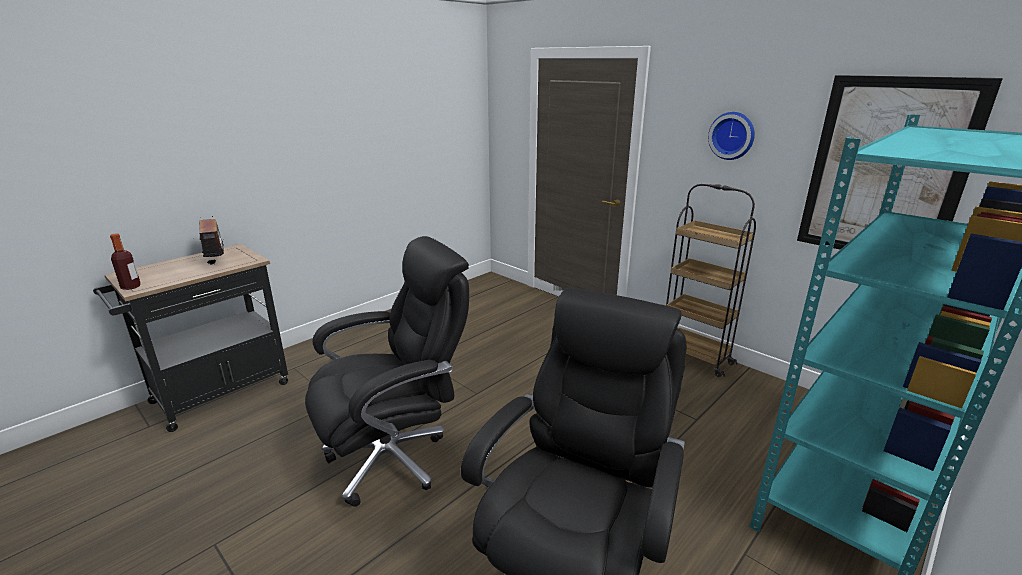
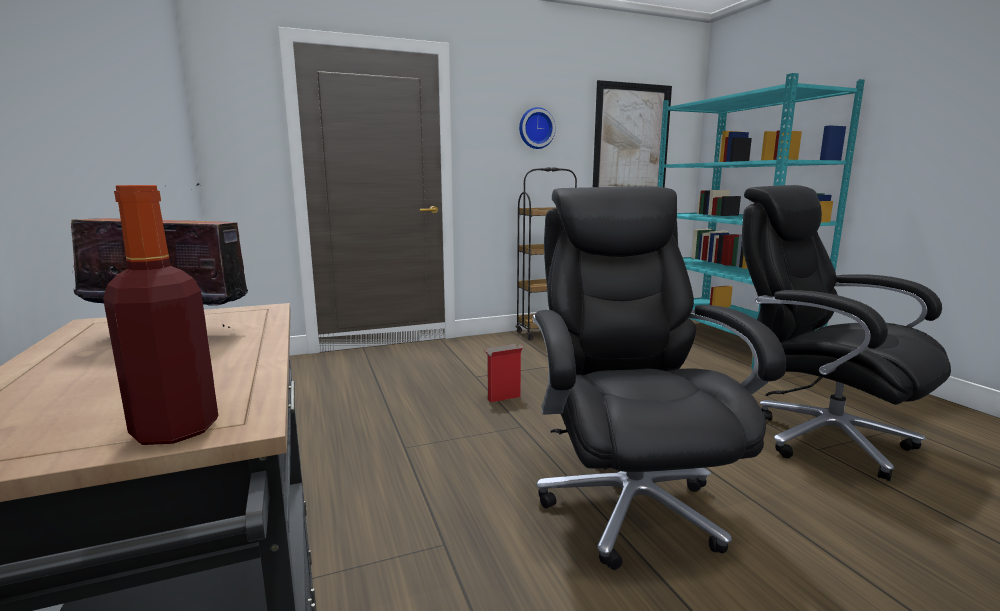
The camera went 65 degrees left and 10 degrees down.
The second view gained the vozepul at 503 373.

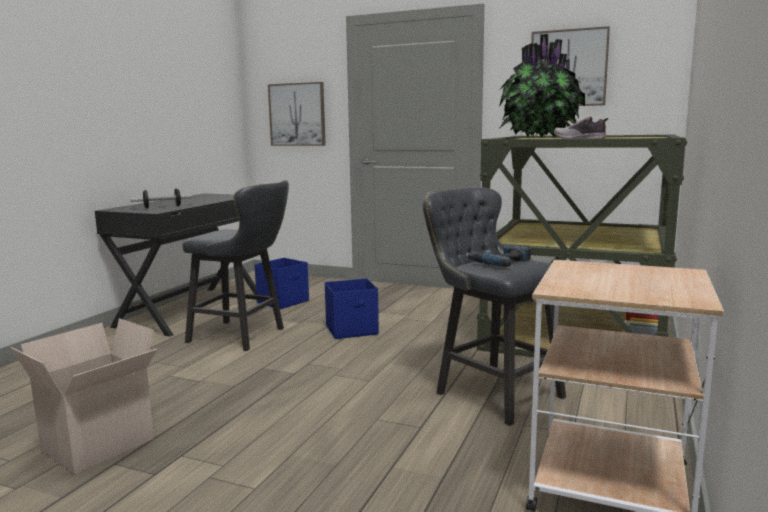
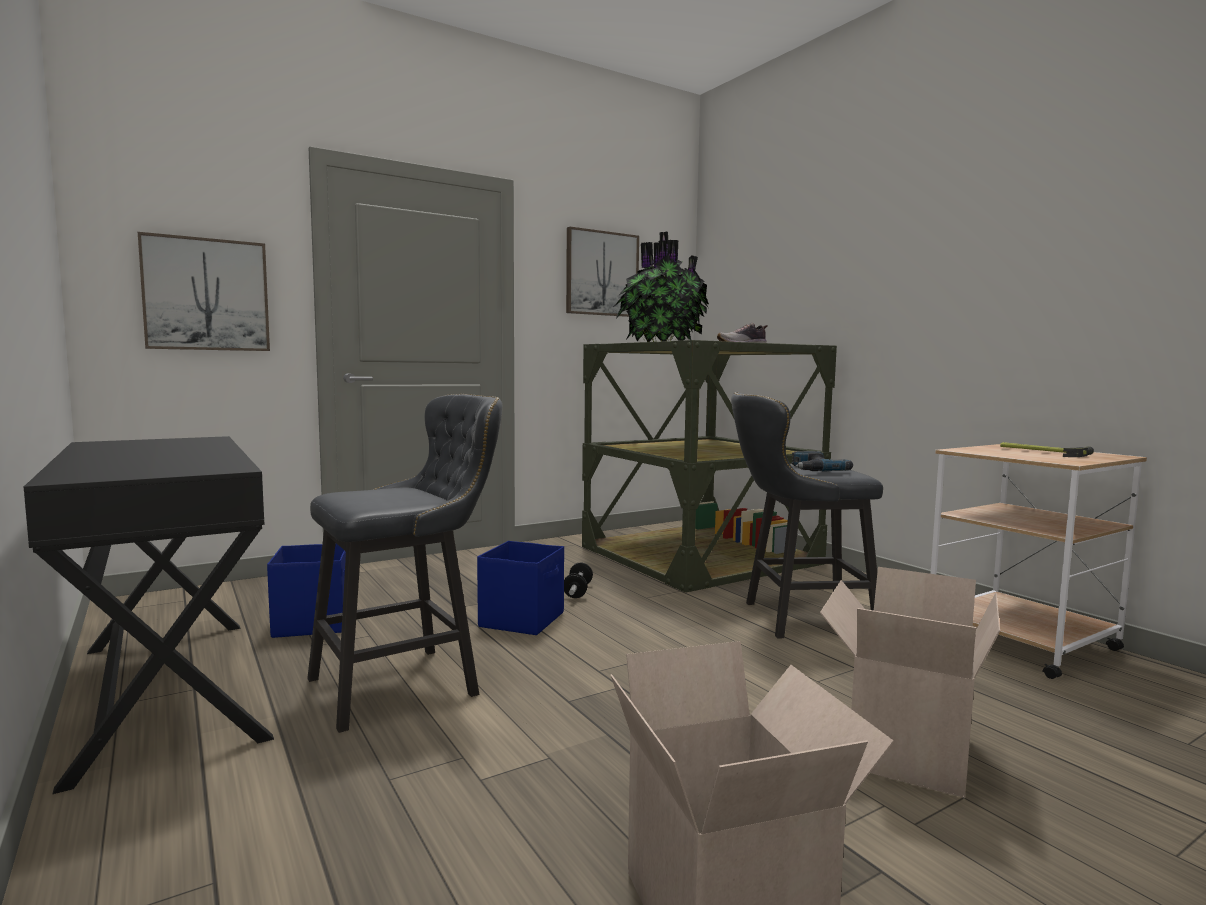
The camera went 55 degrees left and 5 degrees down.
The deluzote ended up elsewhere, having gone from 161 198 to 578 580.
The second view gained the vozepul at 910 682.
The second view gained the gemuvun at 1047 449.

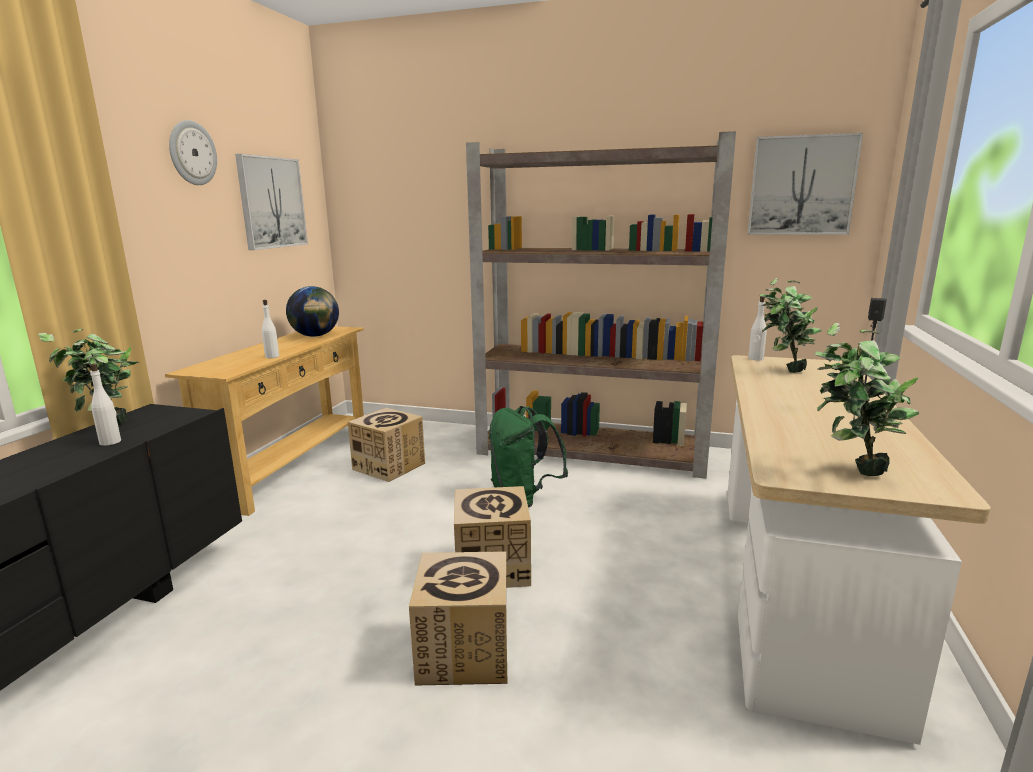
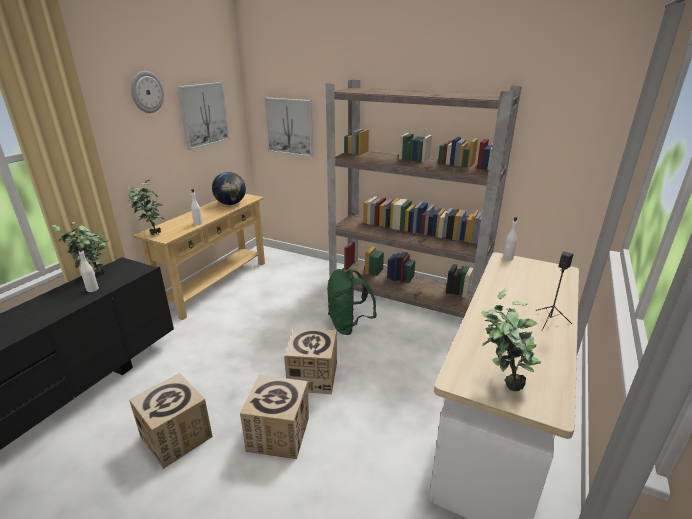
The camera went 10 degrees right and 10 degrees up.
The vozepul ended up elsewhere, having gone from 386 445 to 171 421.
The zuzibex ended up elsewhere, having gone from 805 184 to 289 127.
The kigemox ended up elsewhere, having gone from 790 325 to 146 207.

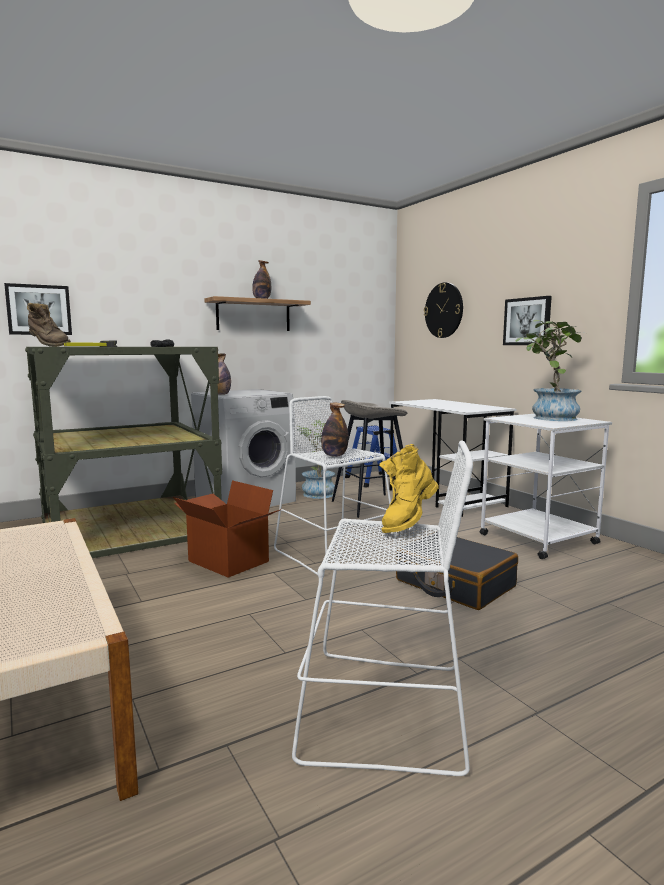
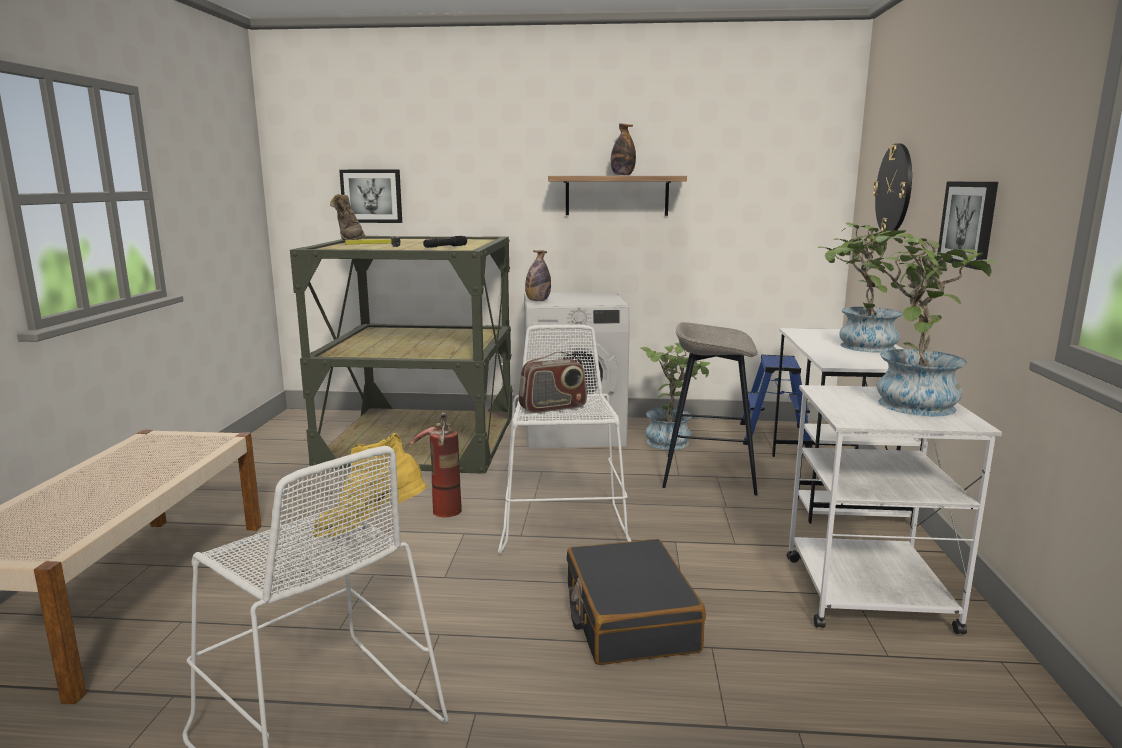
The camera went 35 degrees right and 5 degrees up.
Where the vozepul stood at 227 529, the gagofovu came to stand at 435 465.
Where the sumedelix stood at 334 430, the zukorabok came to stand at 553 382.
The second view gained the kigemox at 861 287.

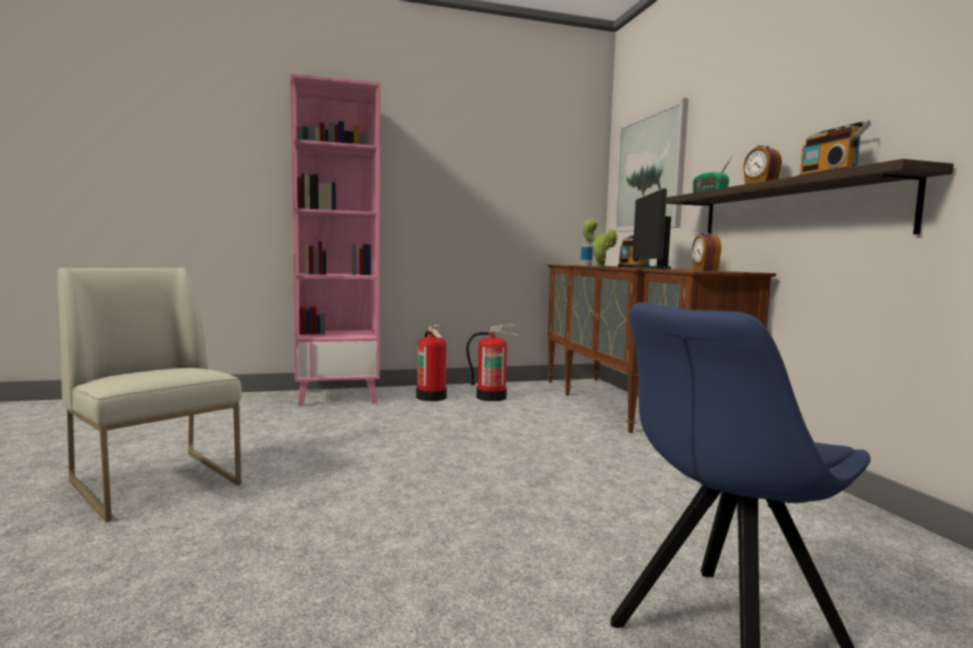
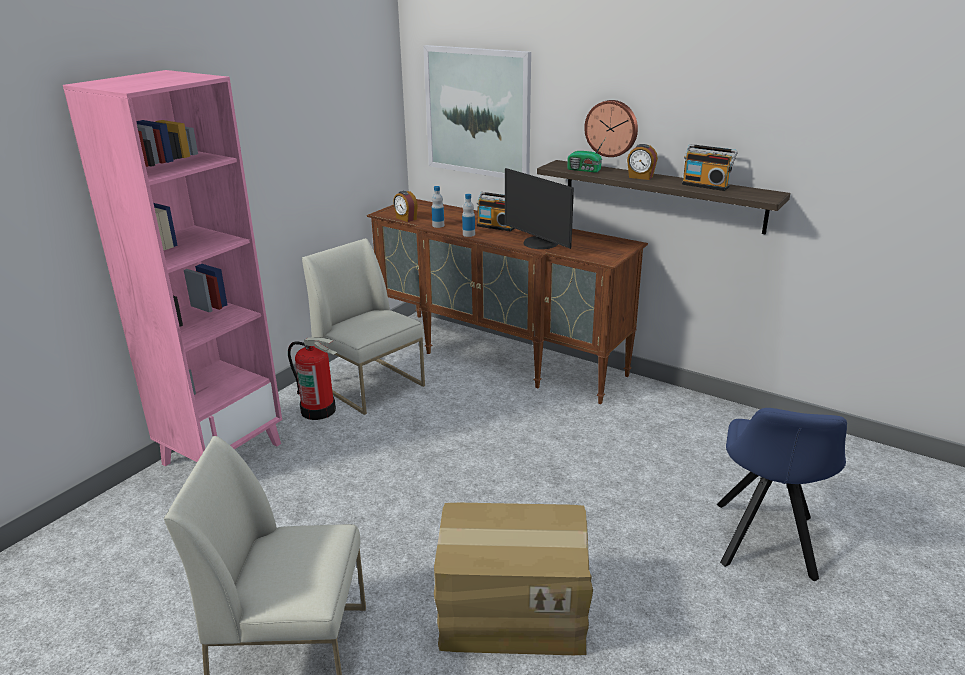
The camera went 40 degrees left and 20 degrees up.
Where the gagofovu stood at 492 362, the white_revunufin came to stand at 363 326.
Where the kigemox stood at 599 242, the sumedelix came to stand at 468 215.
The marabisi ended up elsewhere, having gone from 706 252 to 405 206.
The second view gained the vozepul at 513 579.
The second view gained the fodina at 611 128.

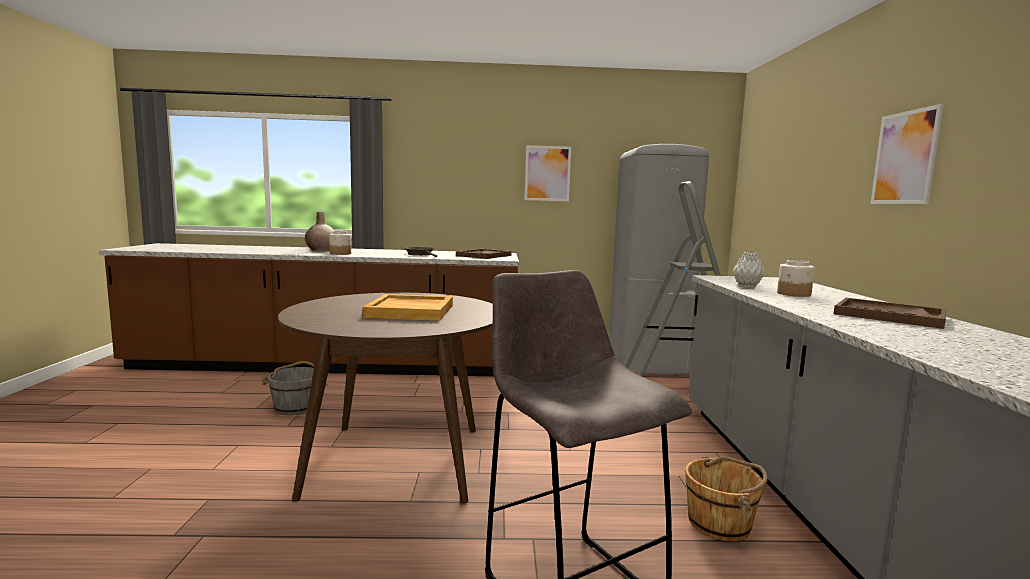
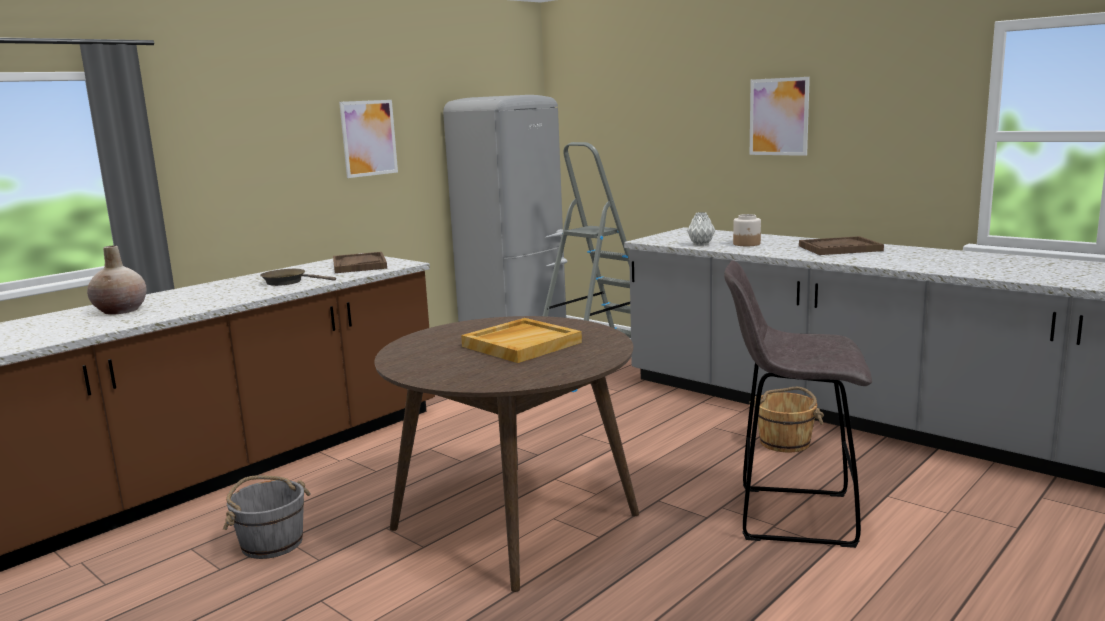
The camera went 45 degrees left and 5 degrees up.
The second view lost the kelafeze at 340 243.

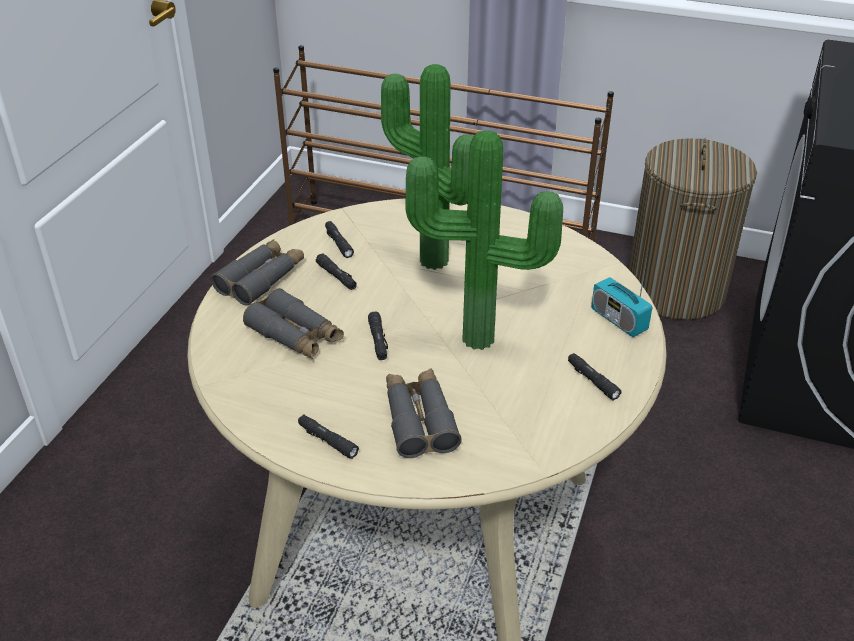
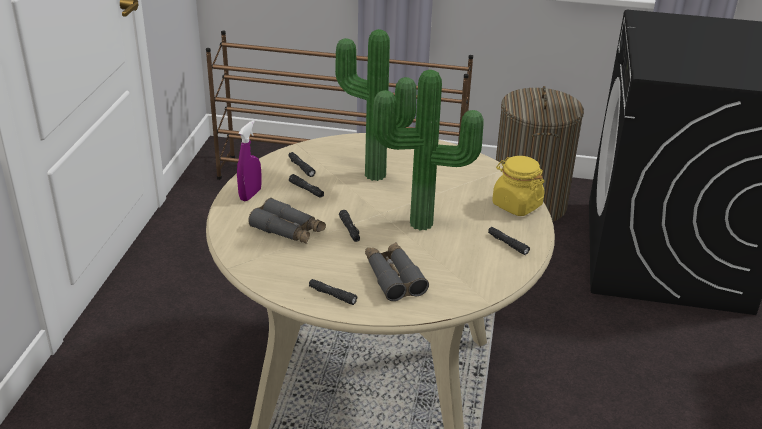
The camera went 10 degrees left and 5 degrees down.
Where the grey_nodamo stood at 257 272, the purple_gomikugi came to stand at 249 160.
Where the zukorabok stood at 621 292, the yellow_kelafeze came to stand at 518 186.

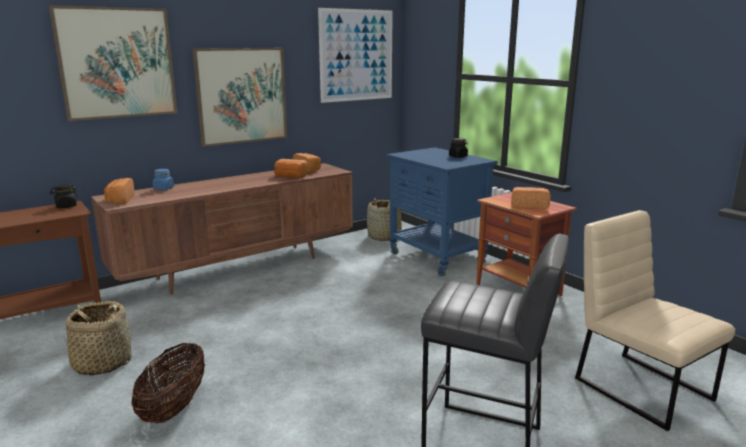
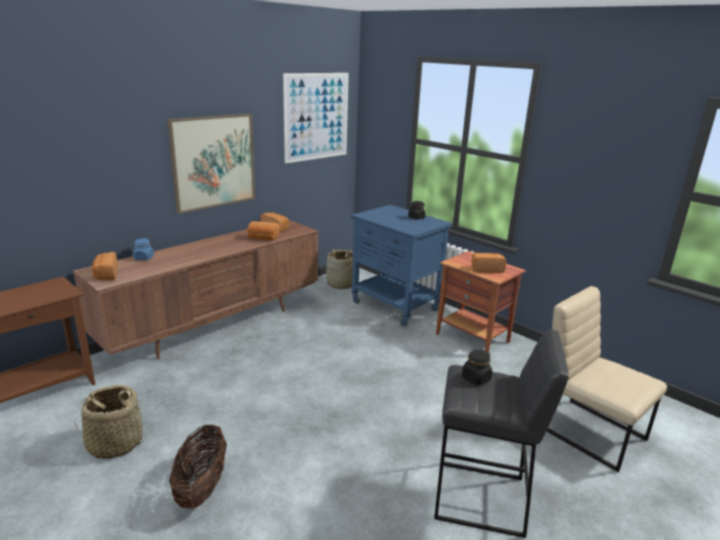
The camera went 10 degrees left and 5 degrees up.
The second view lost the zuzibex at 113 63.
The black_kelafeze ended up elsewhere, having gone from 64 196 to 477 368.

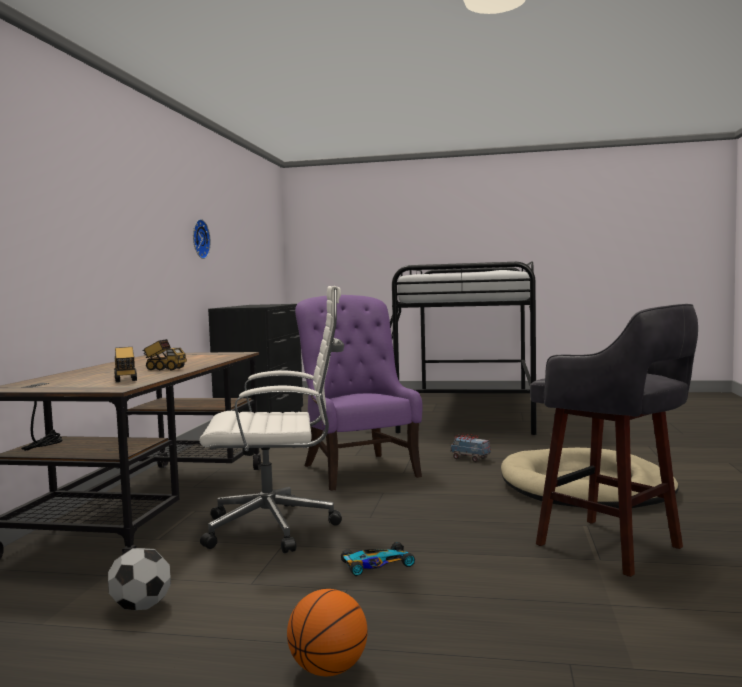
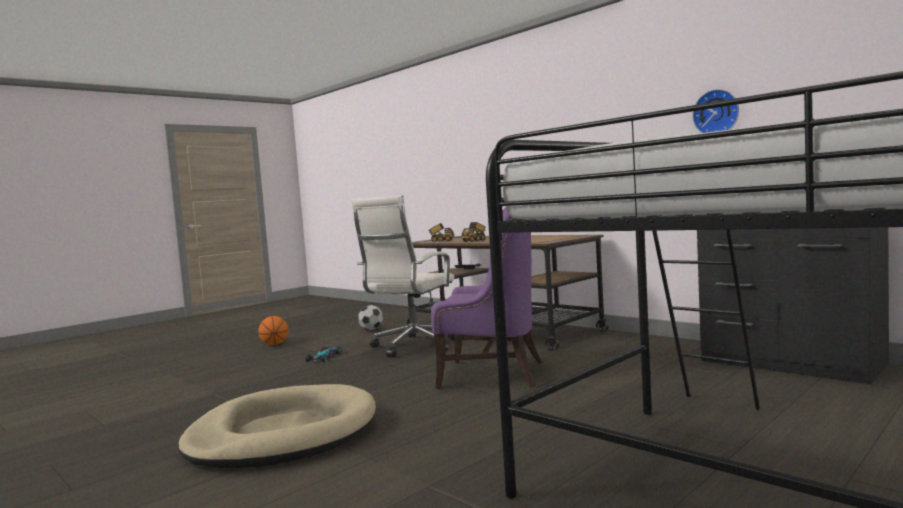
The camera went 125 degrees right and 0 degrees up.
The second view lost the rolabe at 470 447.
The second view lost the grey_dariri at 614 440.

